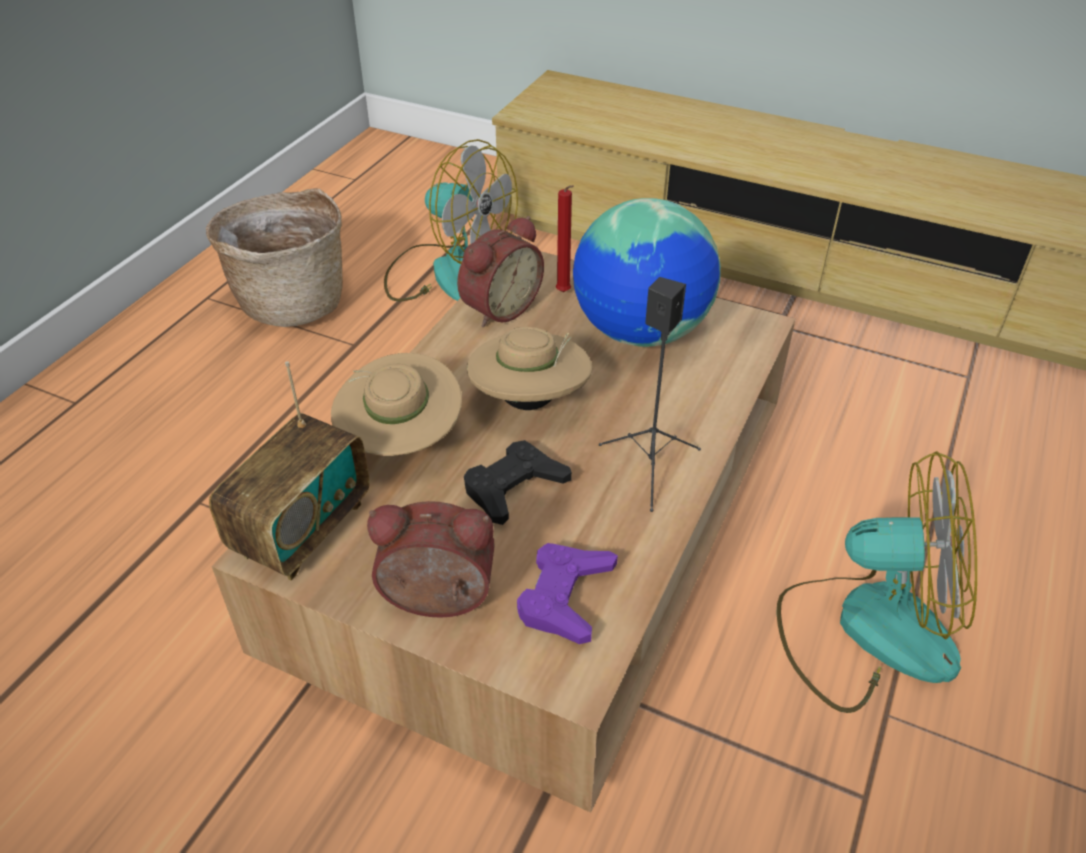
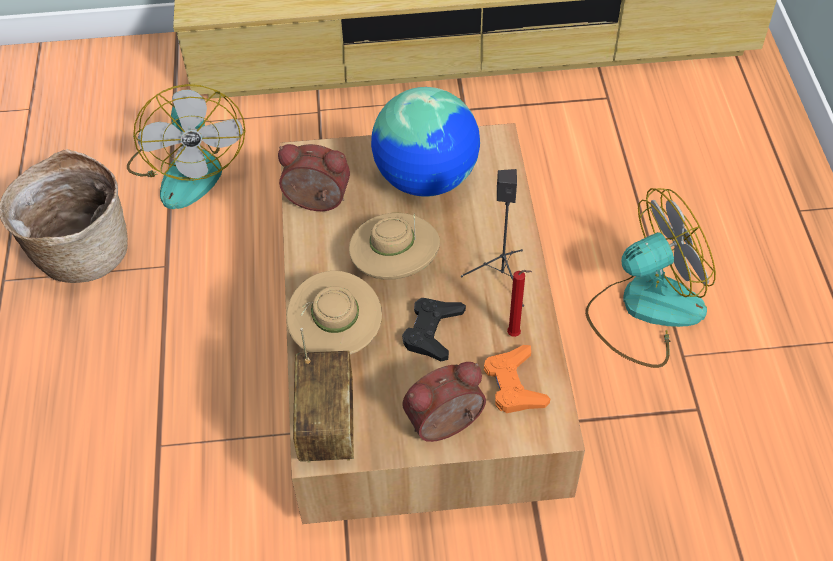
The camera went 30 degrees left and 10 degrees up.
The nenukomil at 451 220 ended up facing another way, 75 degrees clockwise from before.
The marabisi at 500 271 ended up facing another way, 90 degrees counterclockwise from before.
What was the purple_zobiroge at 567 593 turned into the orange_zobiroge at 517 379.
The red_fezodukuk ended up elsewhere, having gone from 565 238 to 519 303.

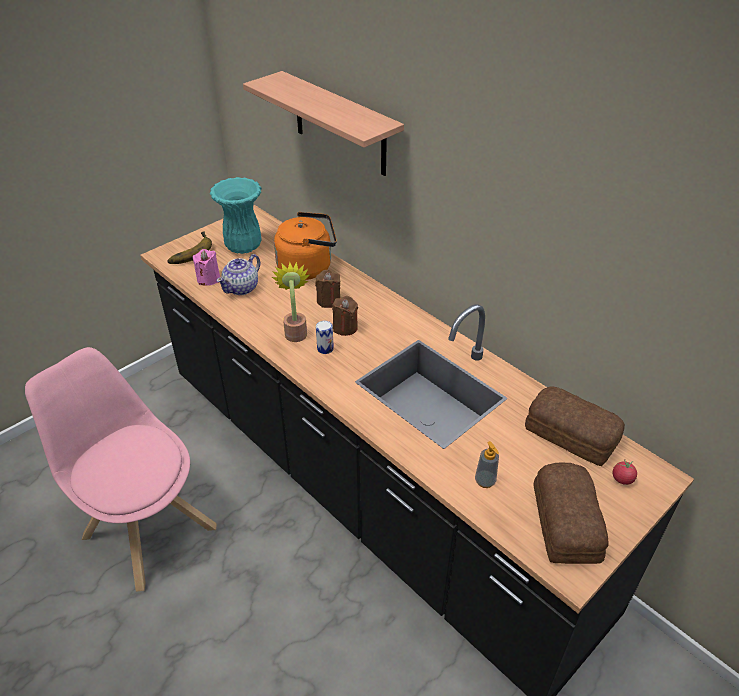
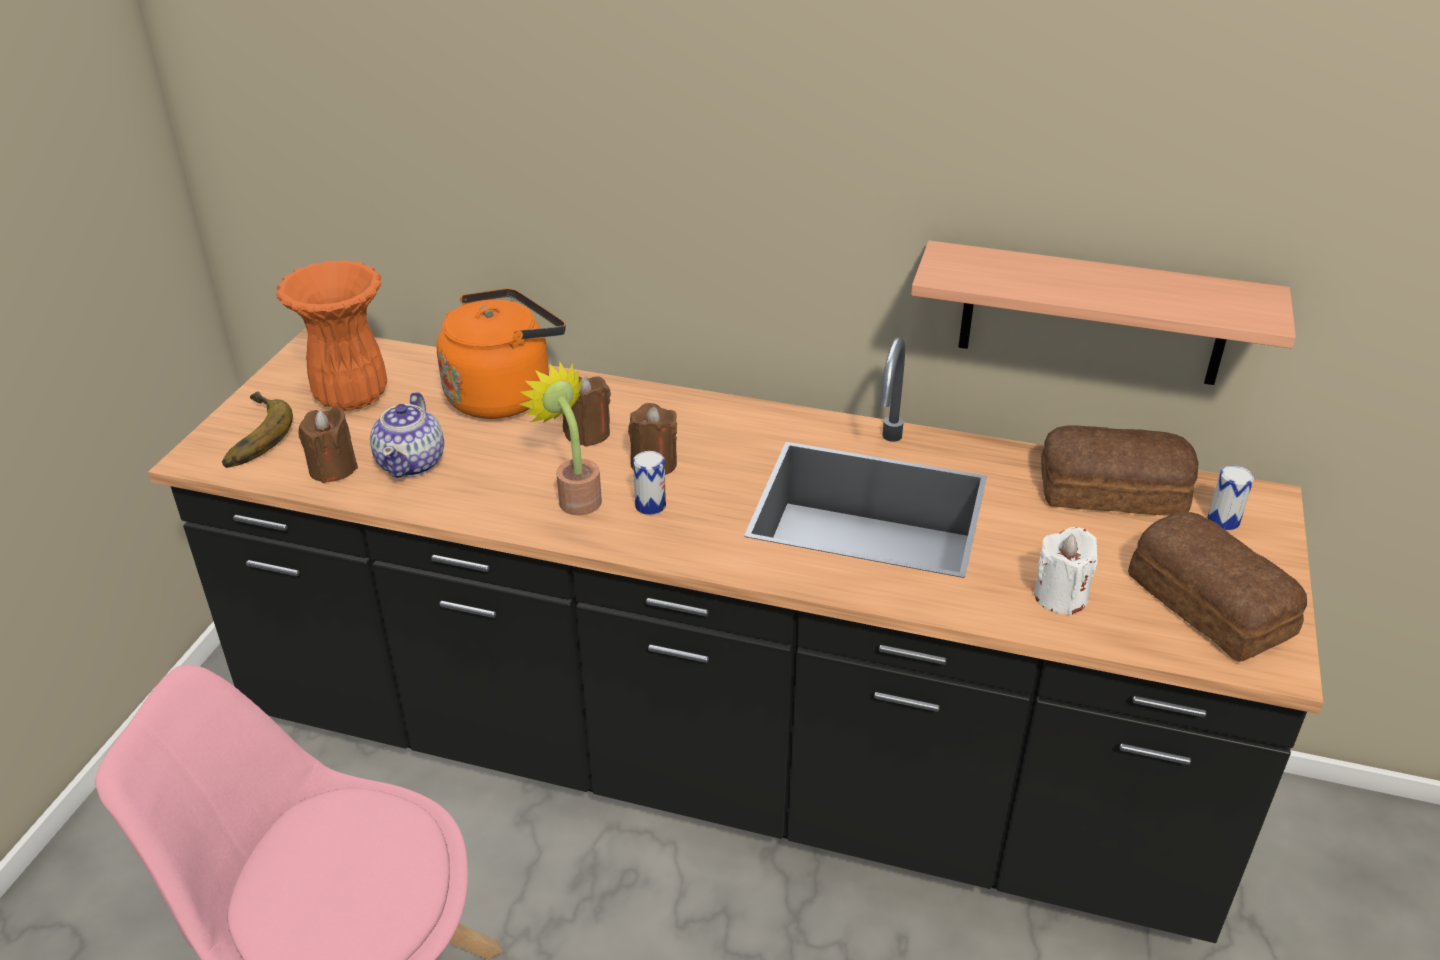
The camera went 30 degrees left and 5 degrees down.
What was the pink_fezodukuk at 206 267 turned into the brown_fezodukuk at 328 445.
What was the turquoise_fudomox at 236 215 turned into the orange_fudomox at 331 335.
The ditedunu ended up elsewhere, having gone from 323 123 to 1103 313.
Where the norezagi stood at 487 464, the white_fezodukuk came to stand at 1066 571.
Where the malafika stood at 625 472, the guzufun came to stand at 1230 497.

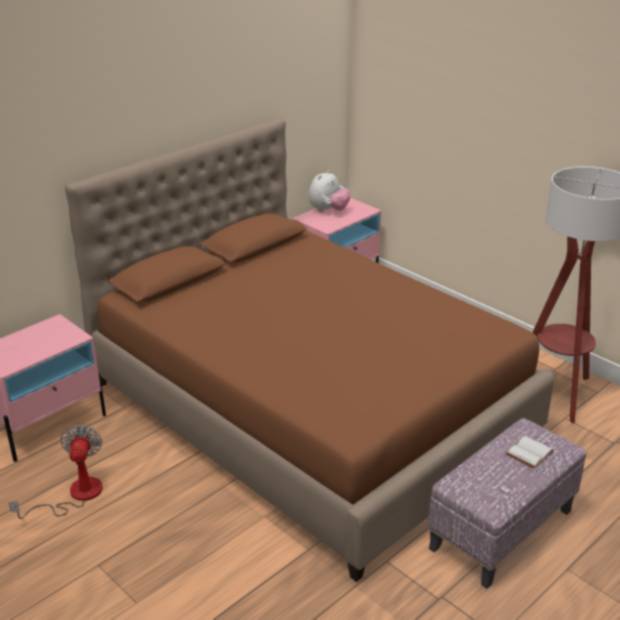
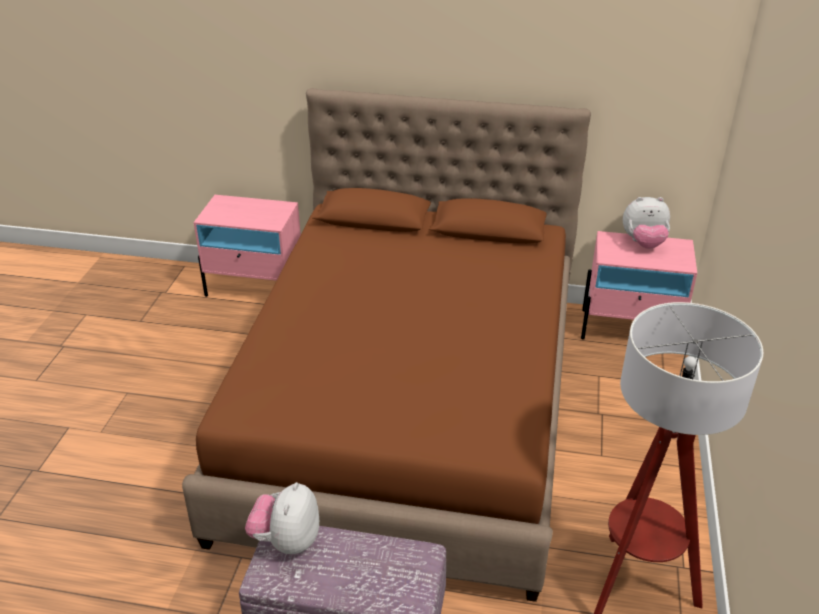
The camera went 55 degrees right and 5 degrees up.
The second view lost the nenukomil at 56 472.
The second view lost the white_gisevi at 530 452.
The second view gained the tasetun at 282 518.

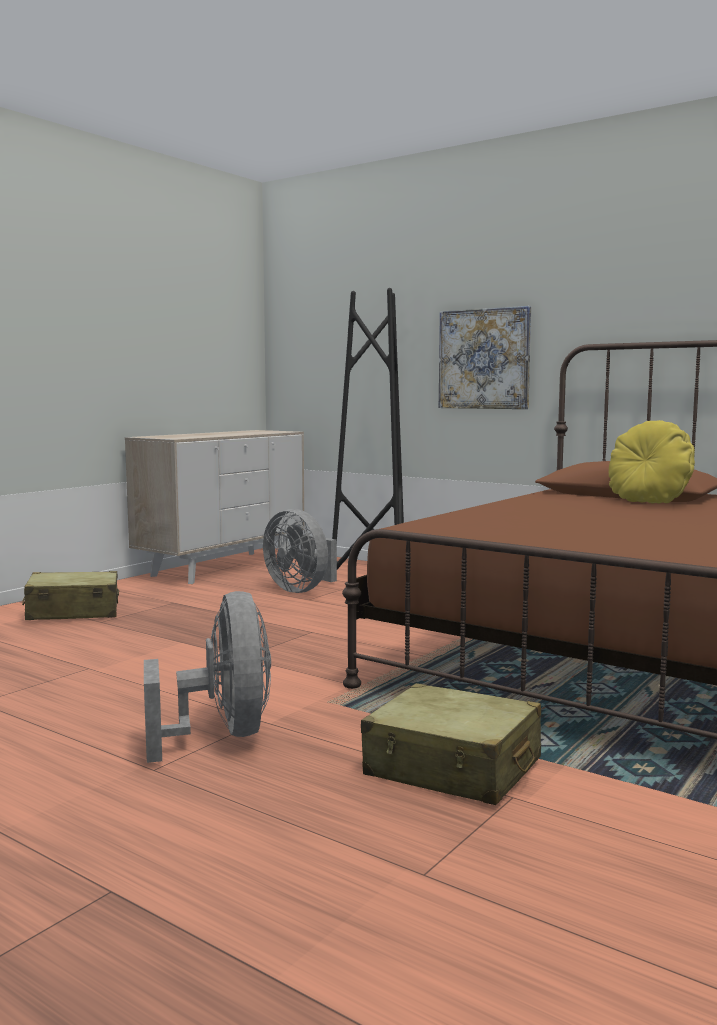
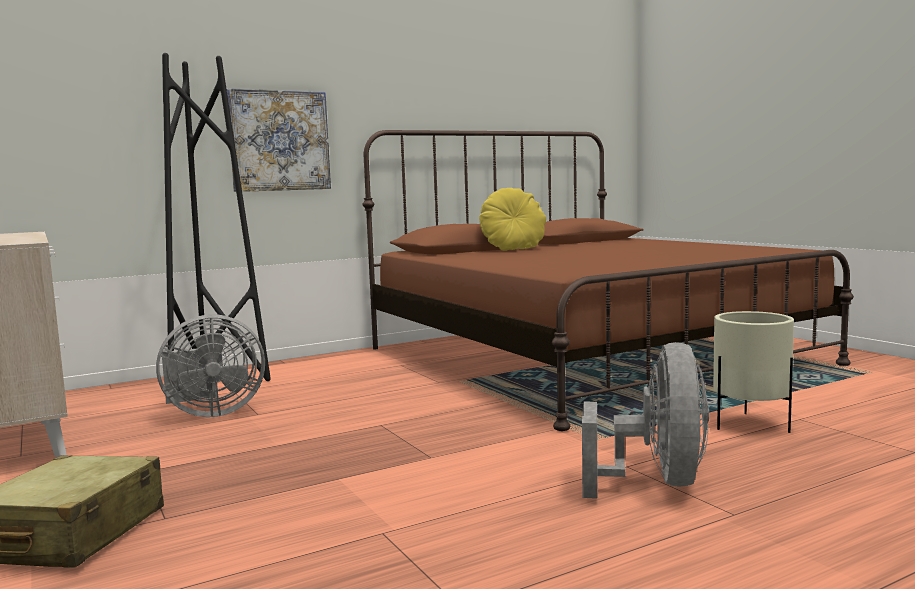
The camera went 65 degrees left and 0 degrees up.
The grey_nenukomil at 207 677 ended up facing another way, 90 degrees clockwise from before.
Where the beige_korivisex stood at 451 744, the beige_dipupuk came to stand at 753 372.

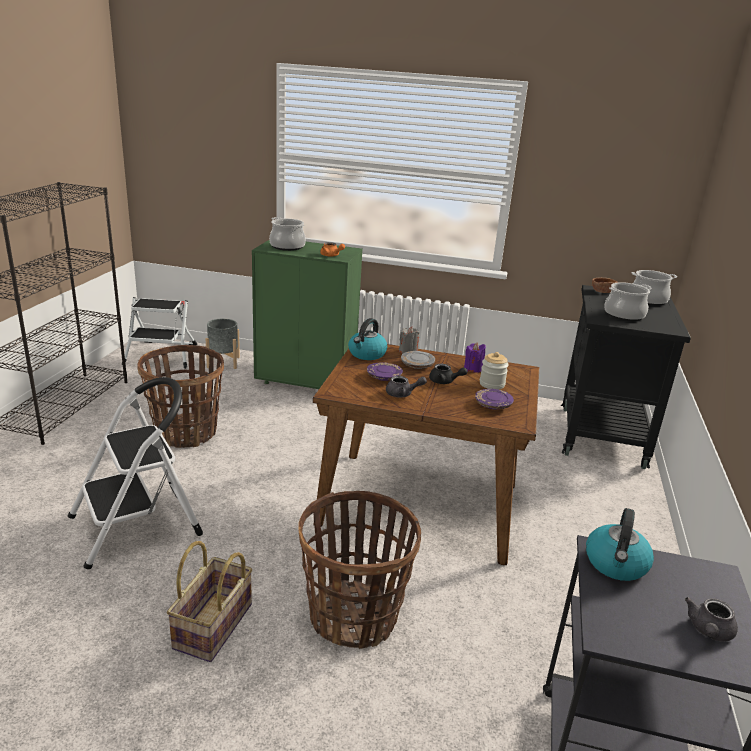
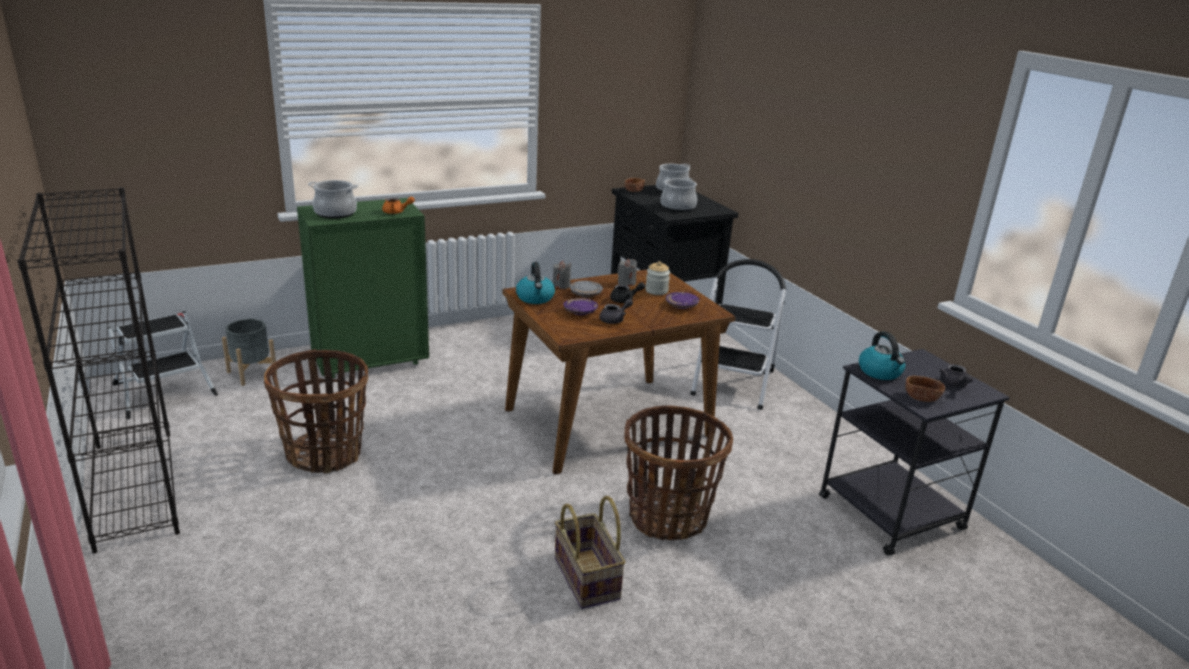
The camera went 40 degrees left and 0 degrees up.
The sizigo ended up elsewhere, having gone from 135 473 to 738 334.
What was the purple_fezodukuk at 475 357 turned into the grey_fezodukuk at 627 273.
The second view gained the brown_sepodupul at 925 389.

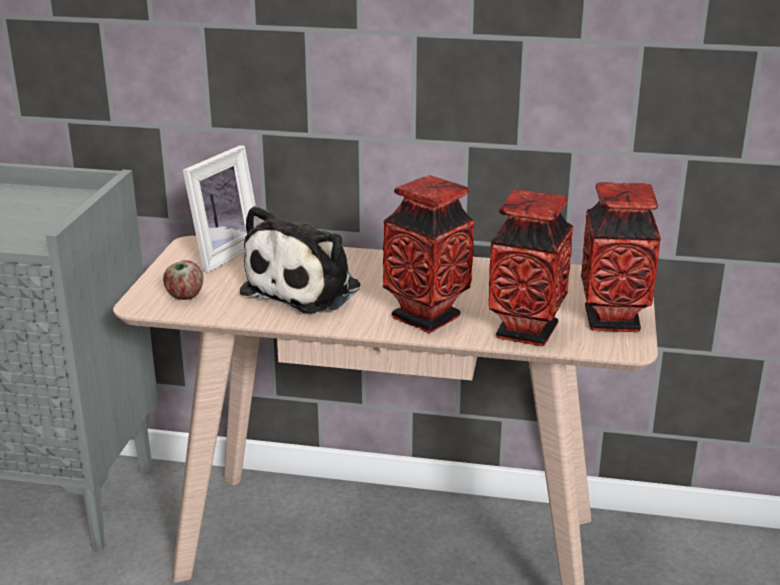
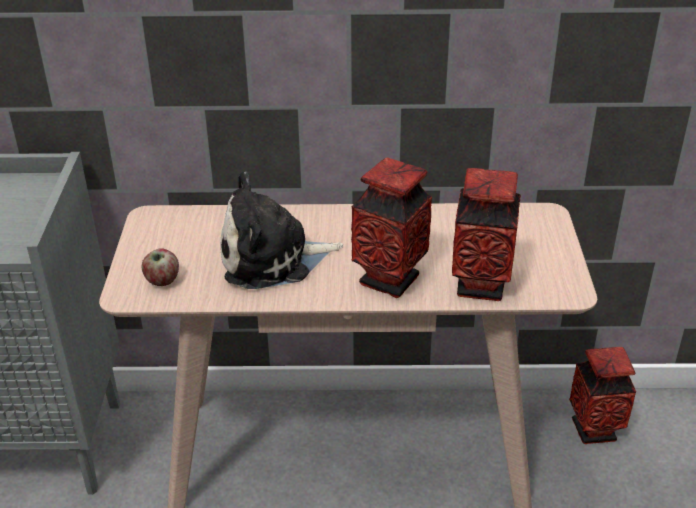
The camera went 10 degrees left and 10 degrees up.
The second view lost the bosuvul at 219 209.
The tasetun at 300 259 ended up facing another way, 60 degrees clockwise from before.
The fudomox ended up elsewhere, having gone from 621 257 to 602 395.

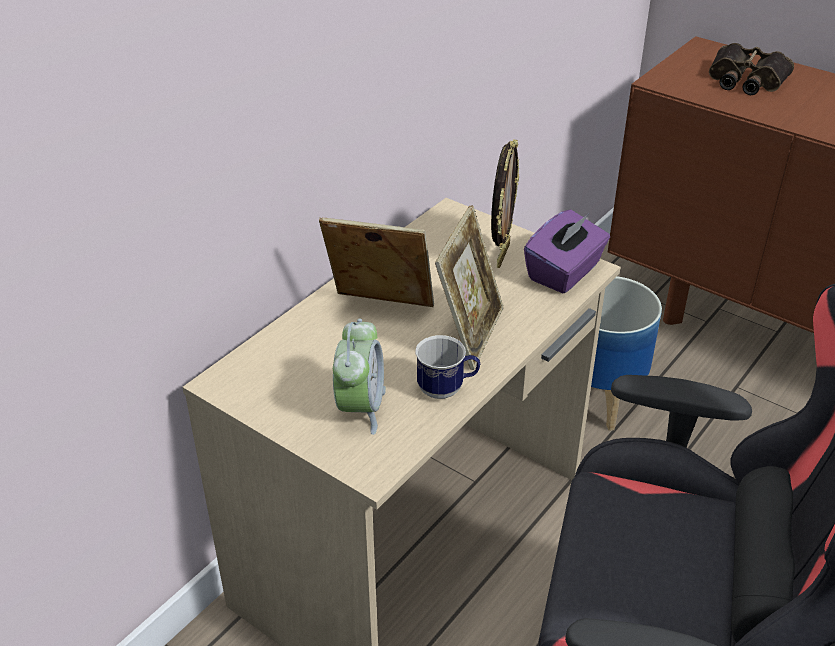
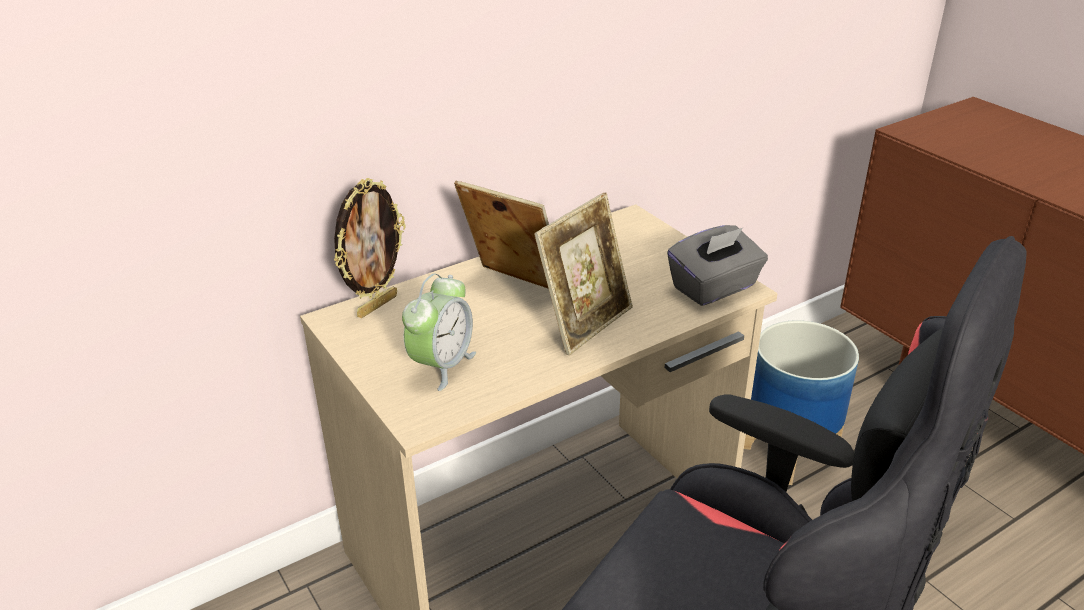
The camera went 20 degrees right and 5 degrees down.
The second view lost the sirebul at 447 367.
The bosuvul ended up elsewhere, having gone from 505 203 to 370 248.
What was the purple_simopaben at 567 251 turned into the grey_simopaben at 717 265.
The second view lost the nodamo at 751 69.

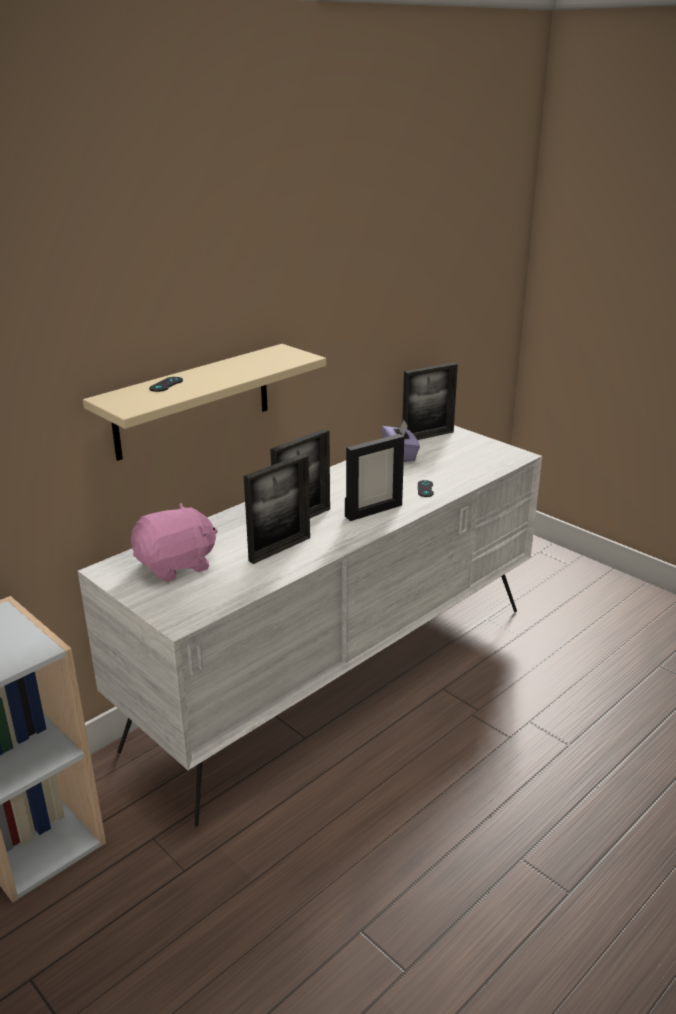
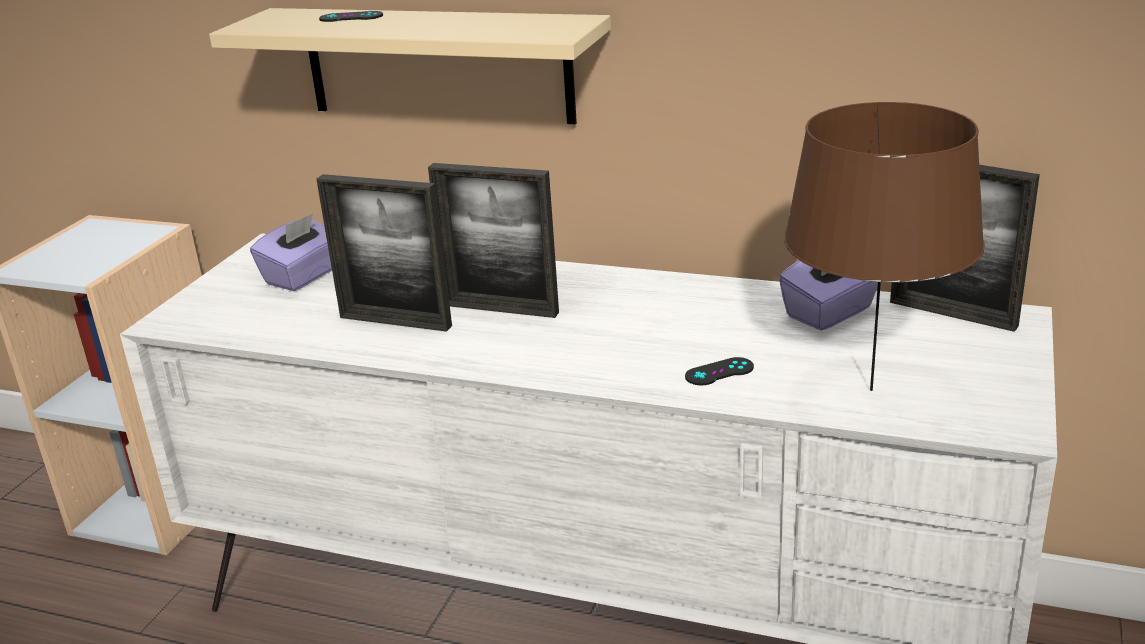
The camera went 65 degrees right and 0 degrees up.
Where the pink_tasetun stood at 174 542, the purple_simopaben came to stand at 291 252.
The second view lost the bosuvul at 374 477.
The second view gained the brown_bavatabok at 884 246.

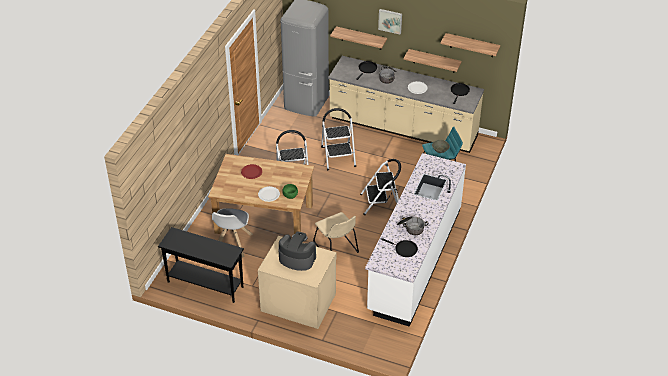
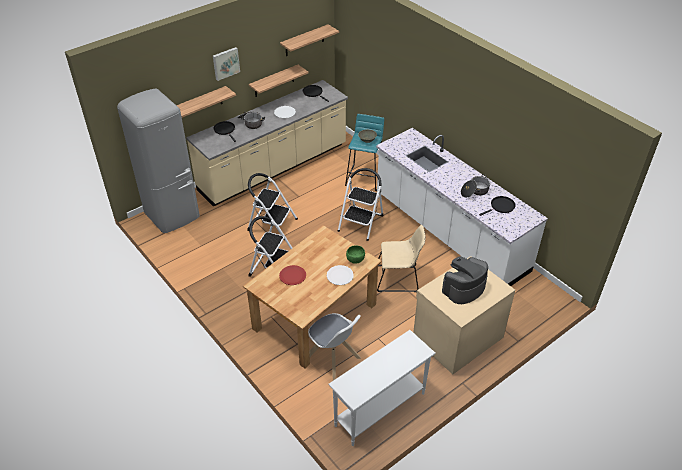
The camera went 60 degrees left and 0 degrees up.
What was the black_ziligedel at 201 265 turned into the white_ziligedel at 382 388.

